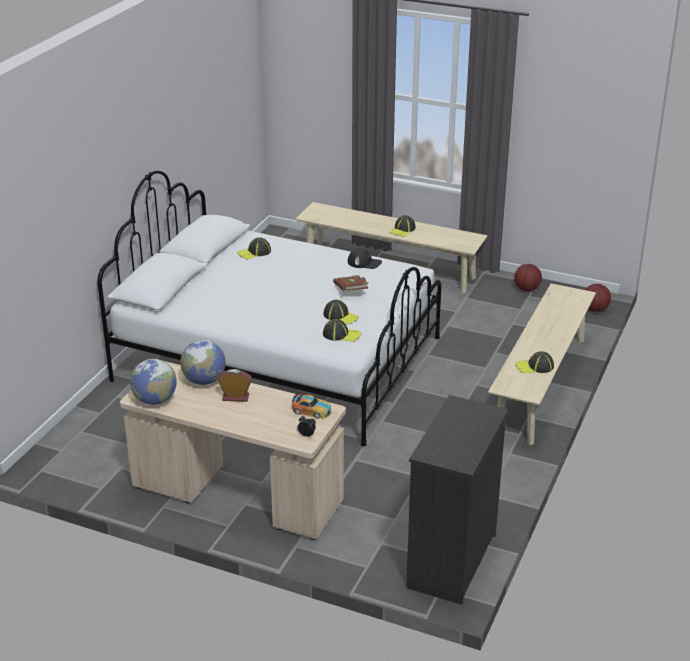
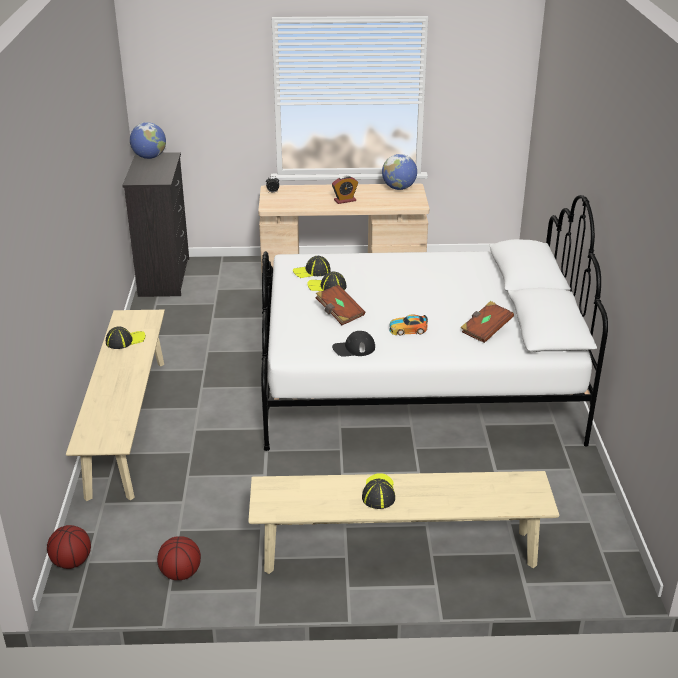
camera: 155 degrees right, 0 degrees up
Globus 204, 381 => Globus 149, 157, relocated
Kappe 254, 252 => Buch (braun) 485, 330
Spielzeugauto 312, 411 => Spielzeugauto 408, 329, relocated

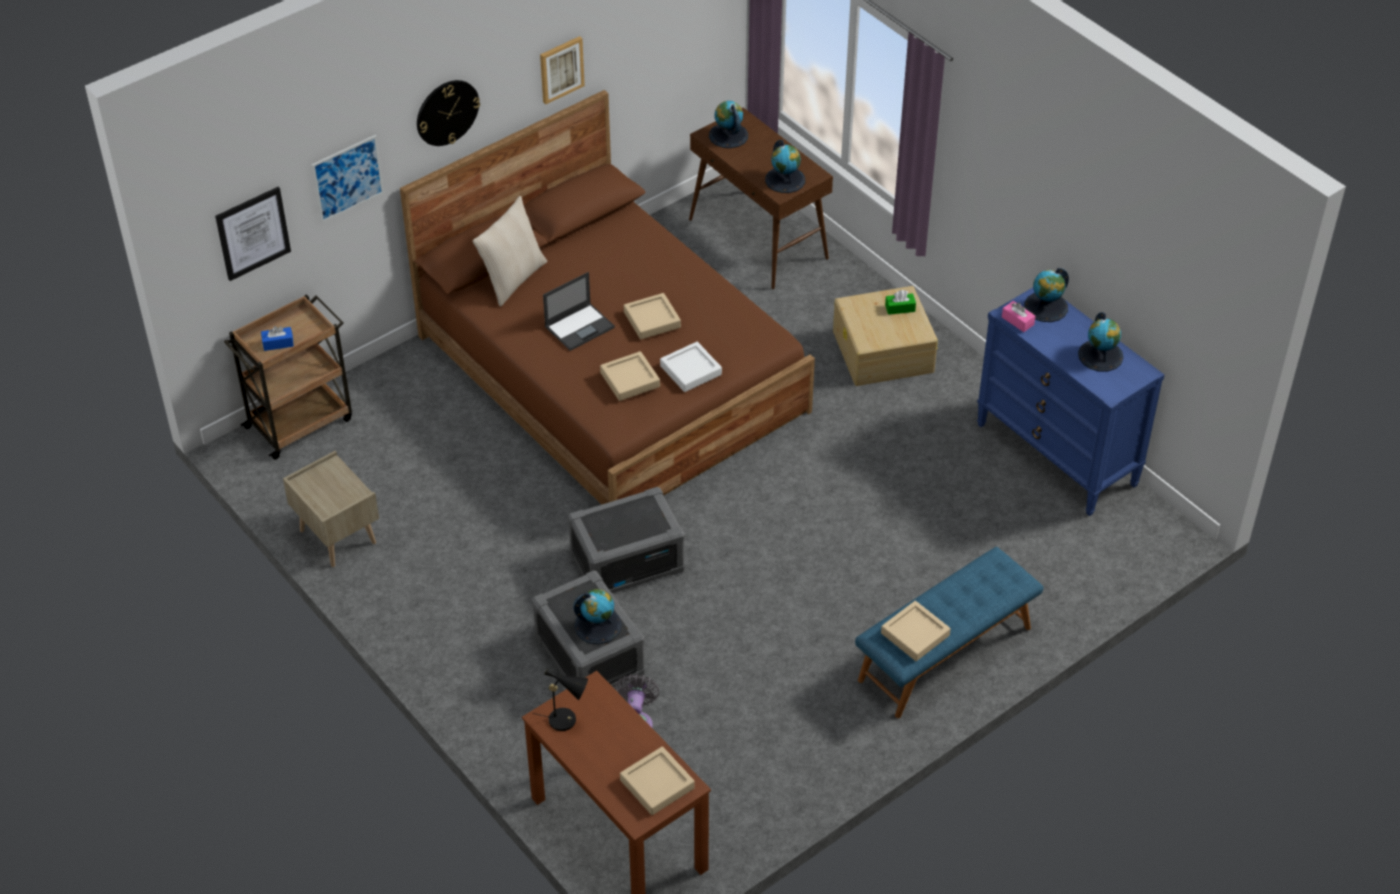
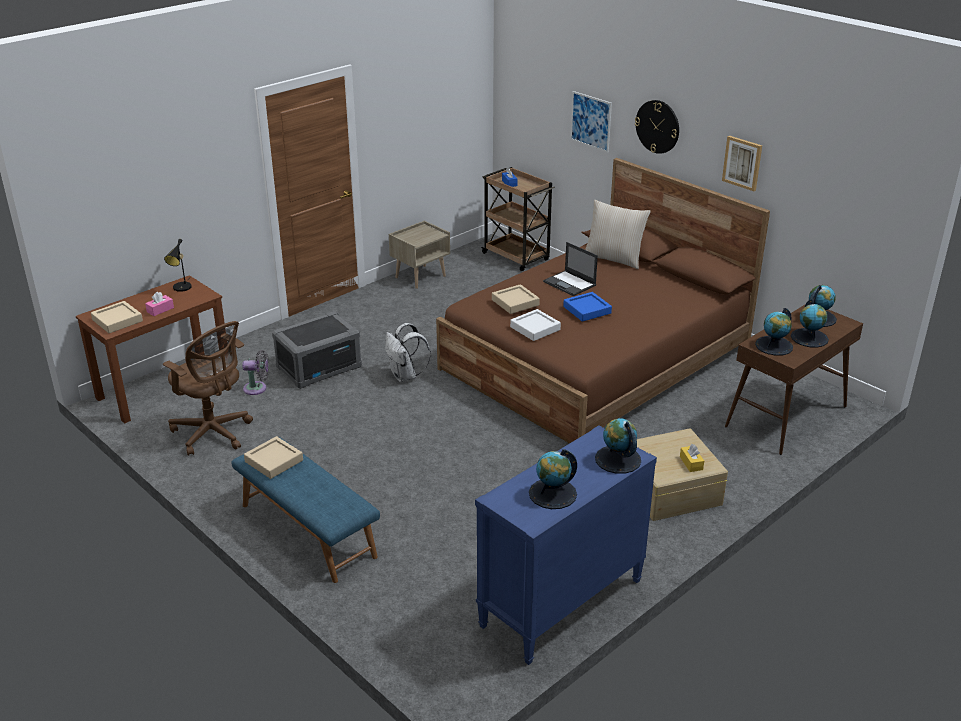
camera: 85 degrees right, 15 degrees down
Bild 253, 233 => nothing
Aufbewahrungsbox (grau) 627, 561 => Rucksack (weiß) 405, 376
Globus 598, 625 => Globus 809, 338, relocated
Tablett (beige) 652, 320 => Tablett (blau) 587, 310
Taschentuchbox (grün) 900, 308 => Taschentuchbox (gelb) 691, 463
Taschentuchbox (rosa) 1017, 321 => Taschentuchbox (rosa) 160, 310, relocated
nothing => Bürostuhl (braun) 213, 434

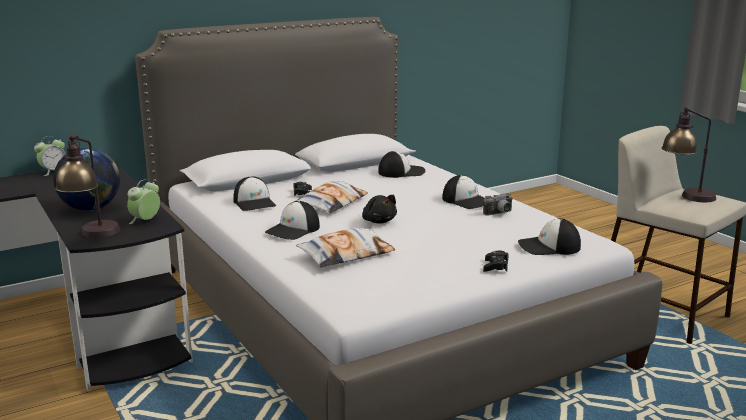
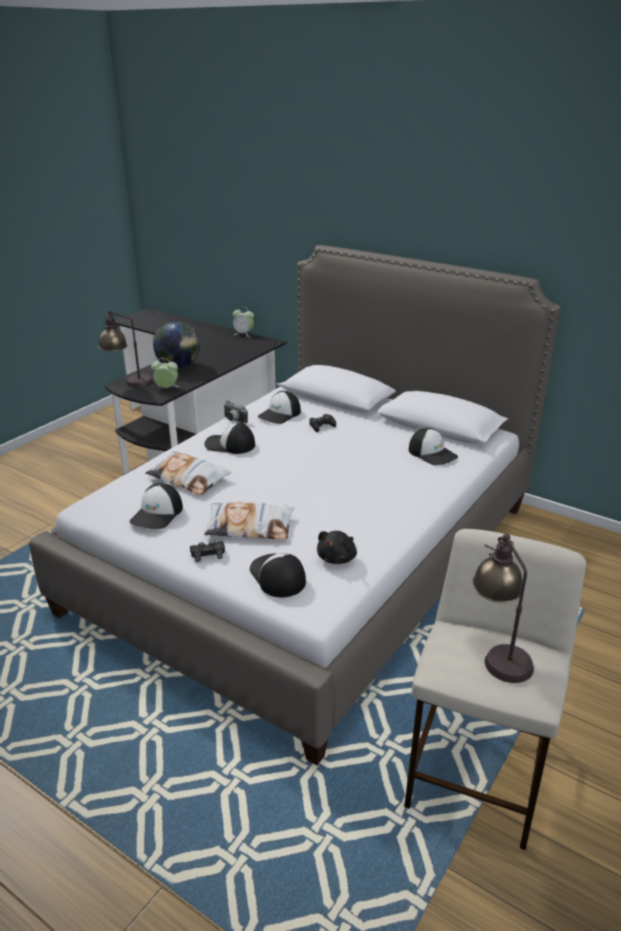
camera: 65 degrees right, 10 degrees up
Kissen 332, 203 => Kissen 250, 527, relocated
Plüschtier (schwarz) 378, 221 => Plüschtier (schwarz) 338, 558, relocated
Kappe 467, 201 => Kappe 157, 514, relocated
Kamera 499, 214 => Kamera 233, 420, relocated

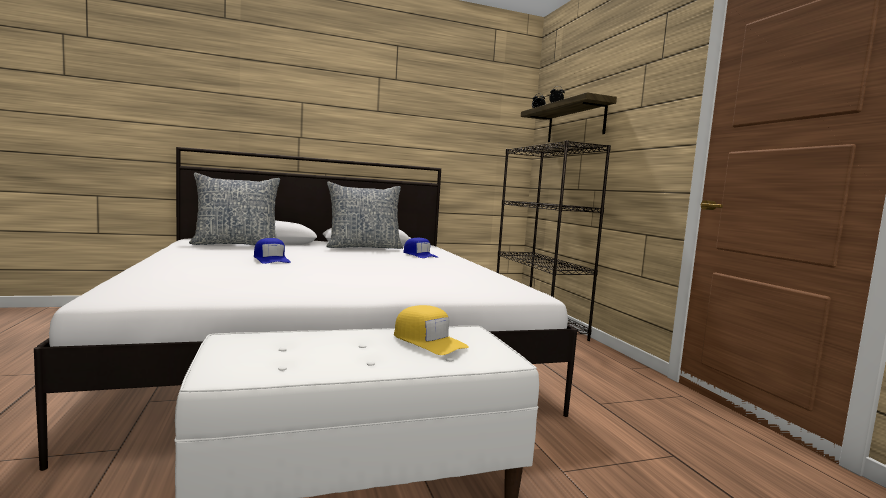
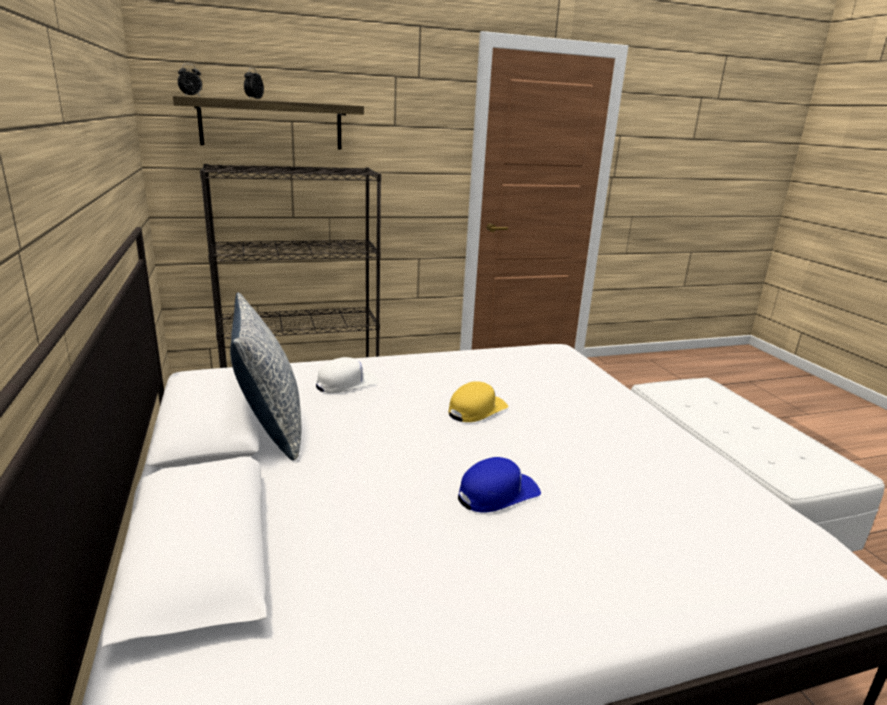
camera: 90 degrees left, 15 degrees up
Kissen 236, 244 => nothing
Kappe (gelb) 428, 341 => Kappe (gelb) 477, 409, relocated
Kappe (blau) 419, 255 => Kappe (weiß) 347, 383

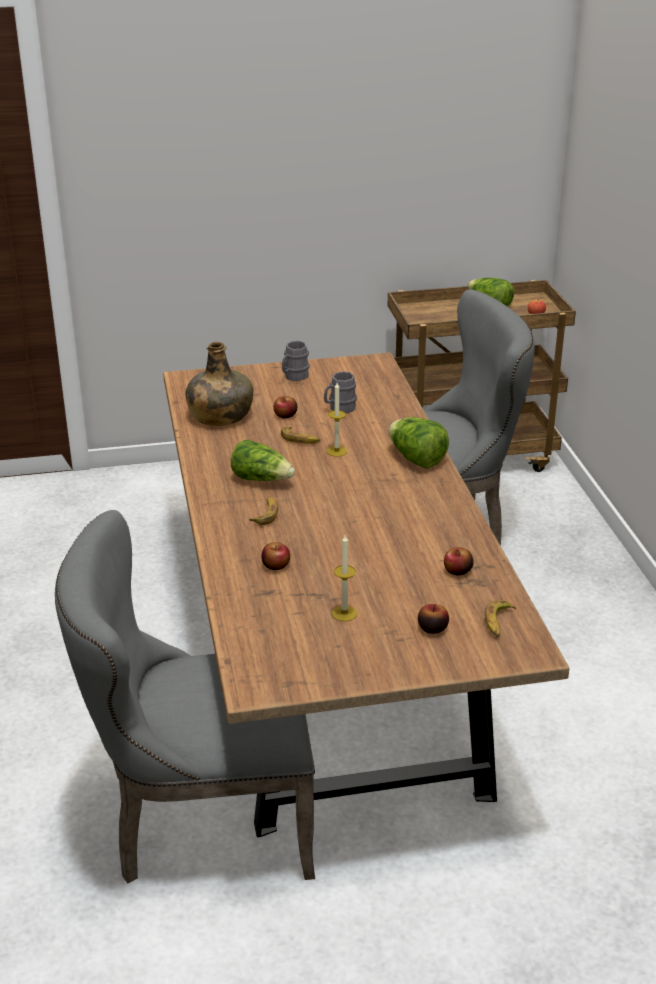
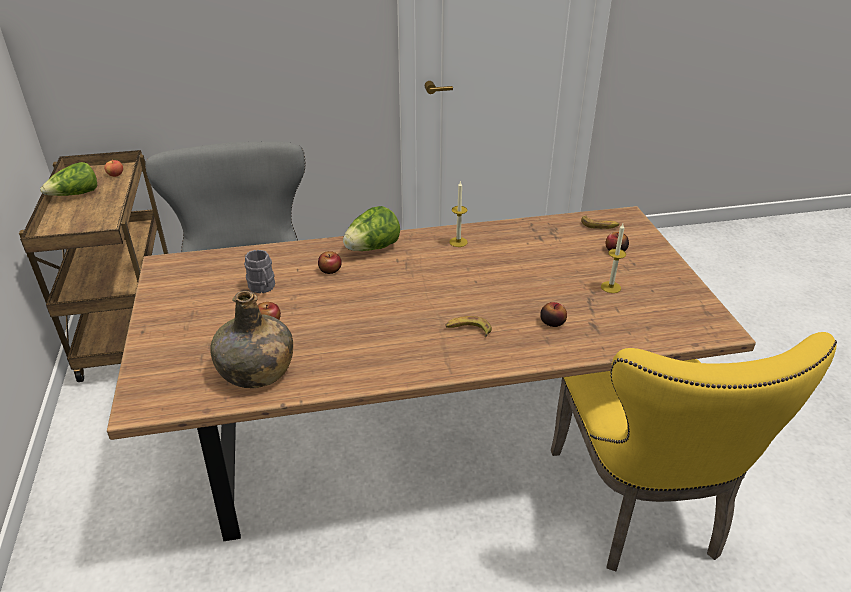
camera: 90 degrees left, 5 degrees up
Stuhl (grau) 200, 823 => Stuhl (gelb) 641, 510
Salatkopf 261, 479 => nothing
Banane 300, 439 => nothing
Henkelbecher (grau) 294, 376 => nothing
Kerze 336, 451 => Kerze 458, 242, relocated
Apfel 458, 571 => Apfel 330, 270, relocated

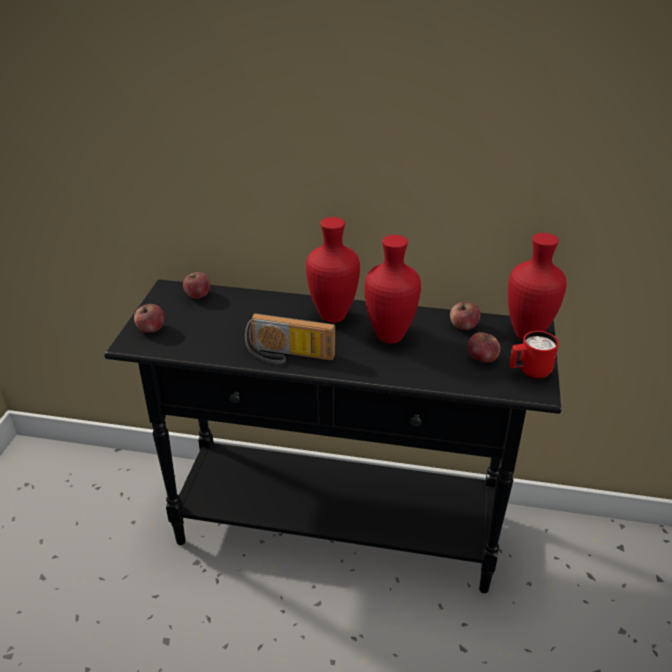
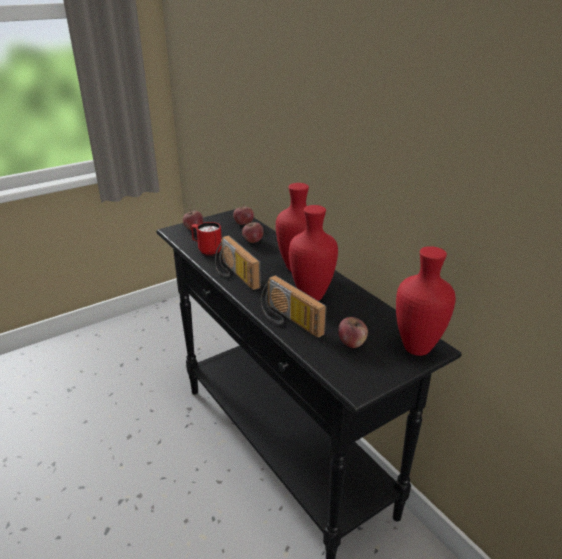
camera: 45 degrees right, 5 degrees down
Apfel 463, 326 => Apfel 253, 241, relocated
Henkelbecher (rot) 529, 372 => Henkelbecher (rot) 207, 250, relocated
nothing => Radio 288, 321

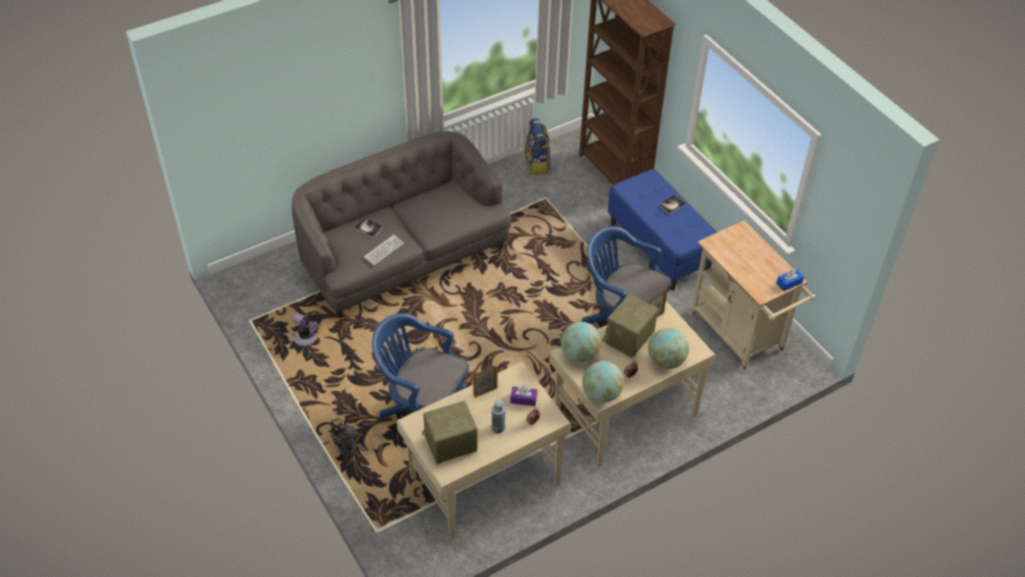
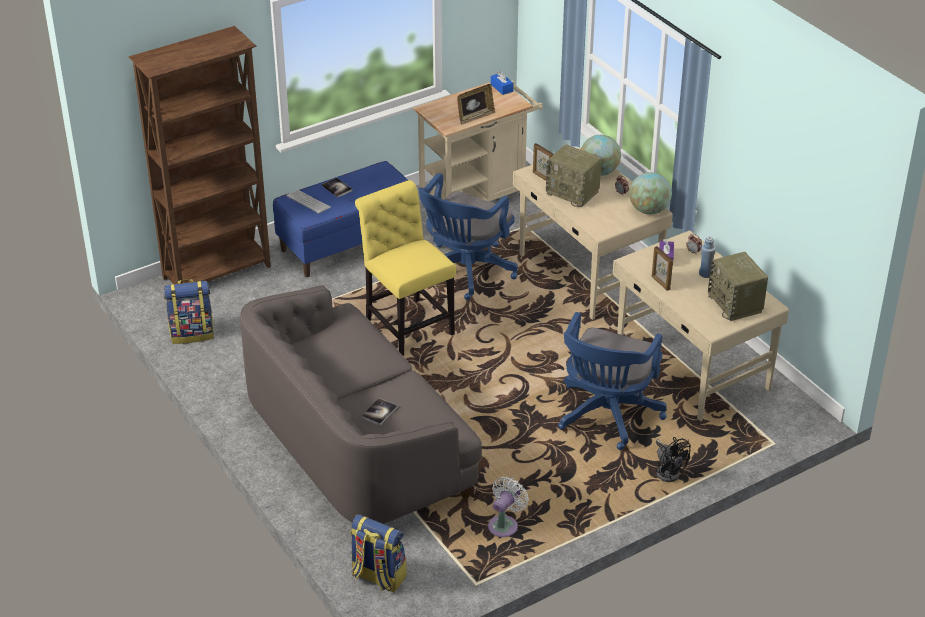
camera: 90 degrees left, 10 degrees down
Ventilator (schwarz) 307, 339 => Ventilator (weiß) 504, 524
Tastatur 383, 250 => Tastatur 308, 202, relocated
Globus 579, 354 => nothing
nothing => Rucksack 378, 577
nothing => Stuhl (gelb) 407, 325
nothing => Bilderrahmen 475, 117

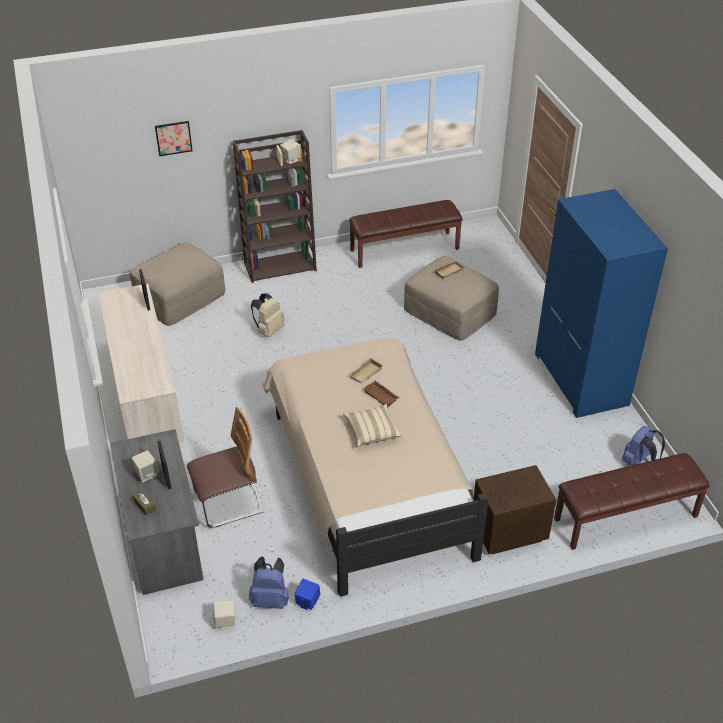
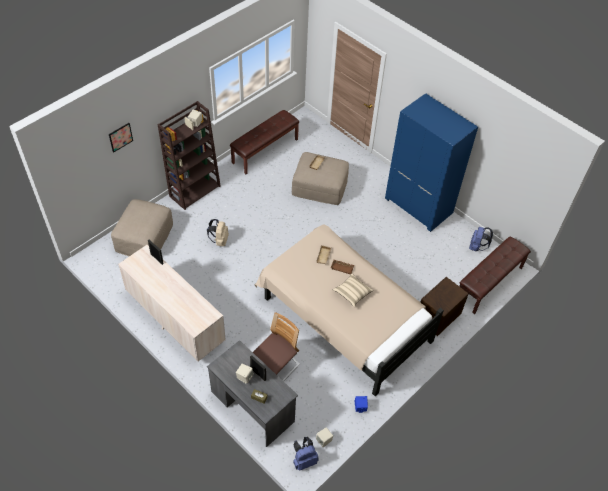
camera: 30 degrees left, 10 degrees up
Rucksack (blau) 270, 599 => Rucksack (blau) 304, 460, relocated

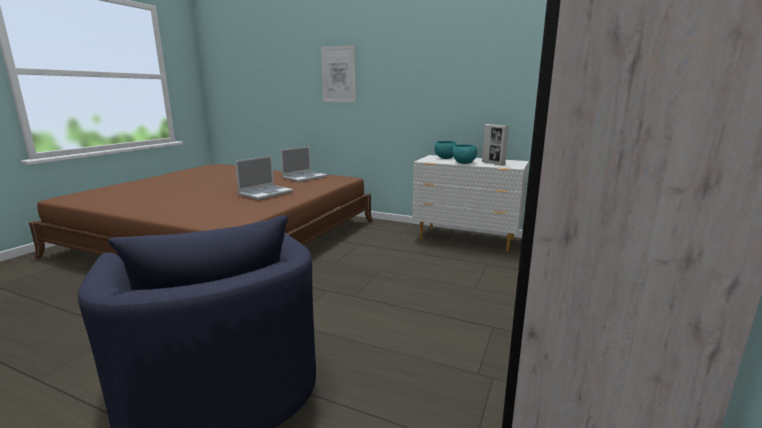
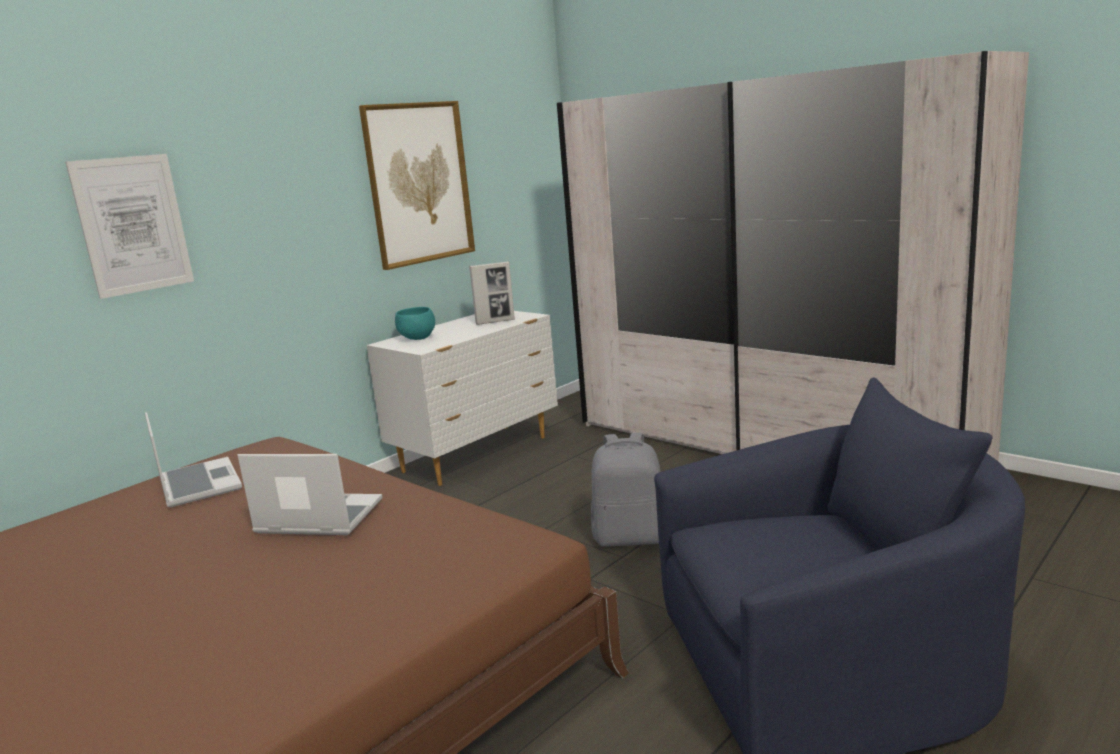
camera: 70 degrees left, 0 degrees up
Laptop 266, 193 => Laptop 317, 518, 45 degrees counterclockwise
Schüssel (türkis) 463, 163 => nothing
nothing => Bild 419, 183
nothing => Rucksack (grau) 631, 537

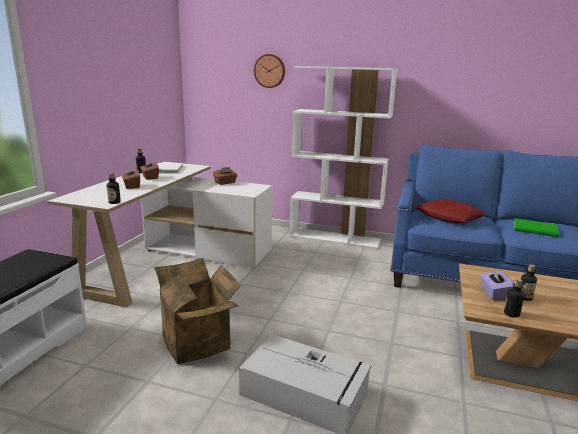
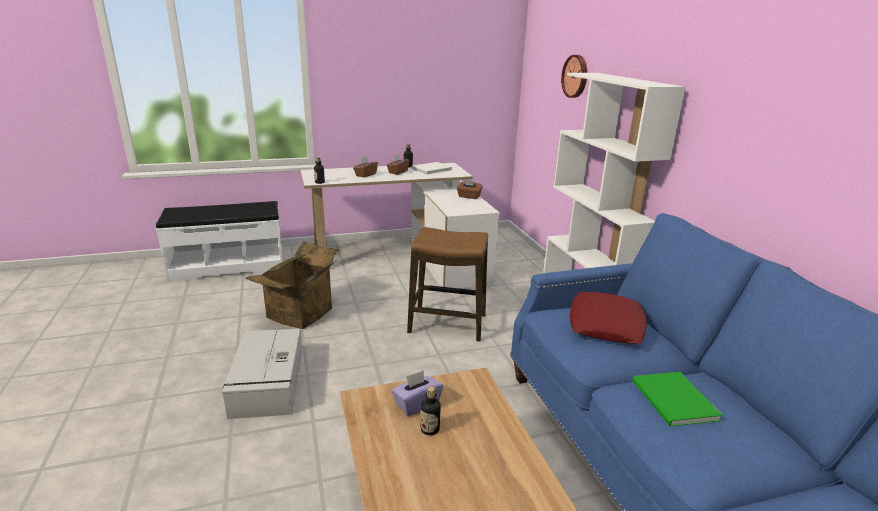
camera: 55 degrees right, 5 degrees up
Flasche 511, 314 => nothing
nothing => Hocker 447, 324

